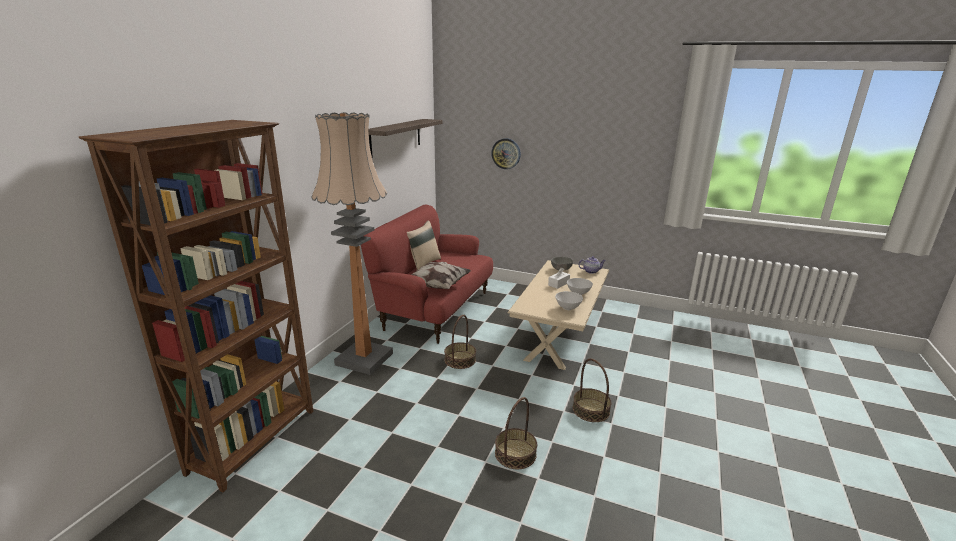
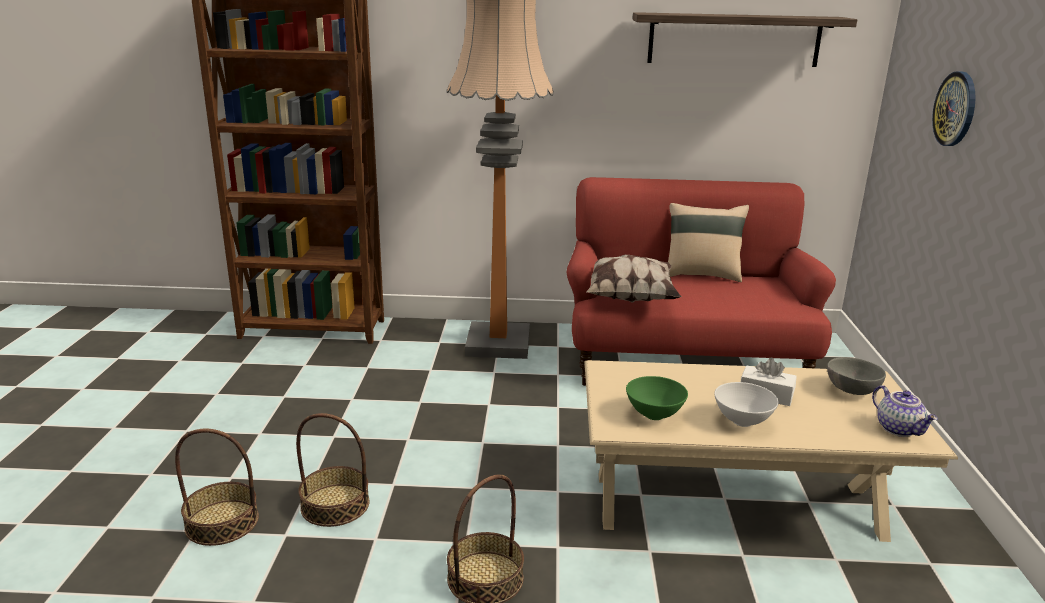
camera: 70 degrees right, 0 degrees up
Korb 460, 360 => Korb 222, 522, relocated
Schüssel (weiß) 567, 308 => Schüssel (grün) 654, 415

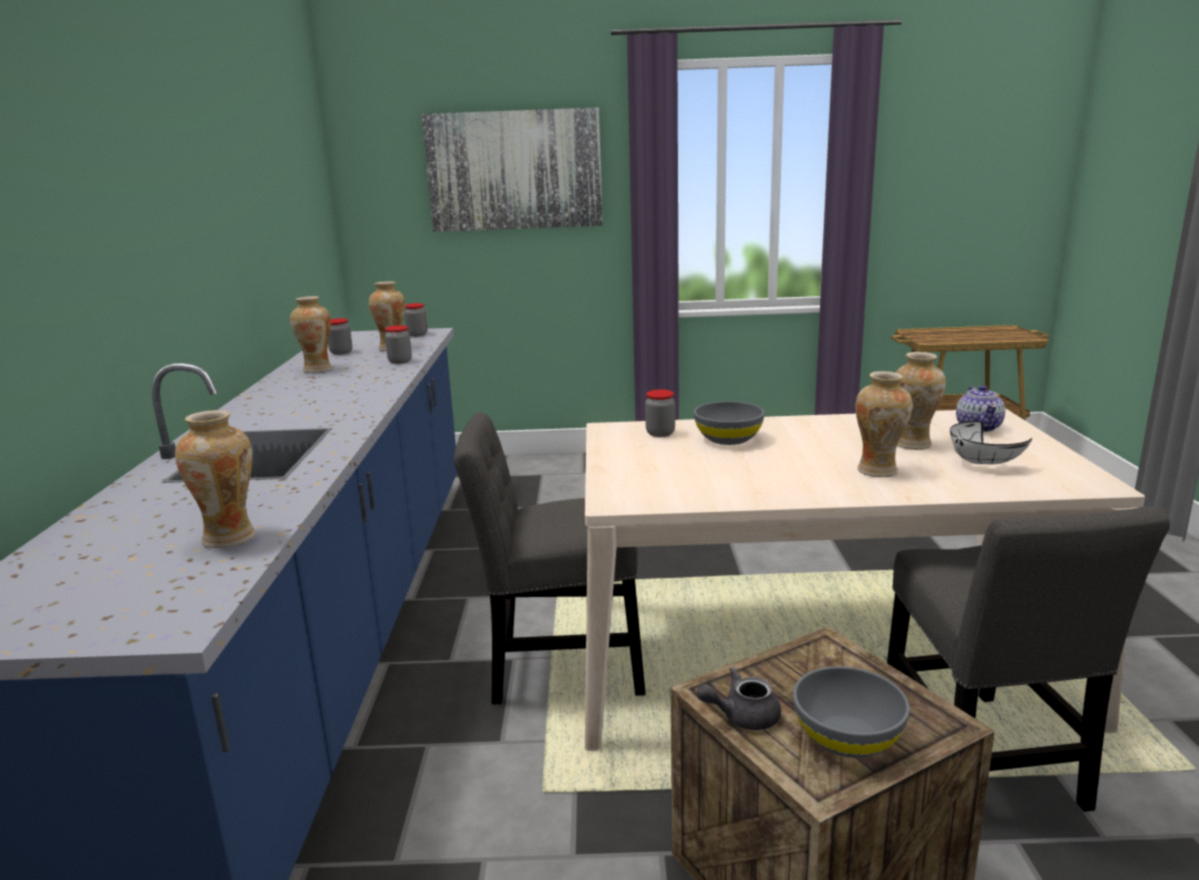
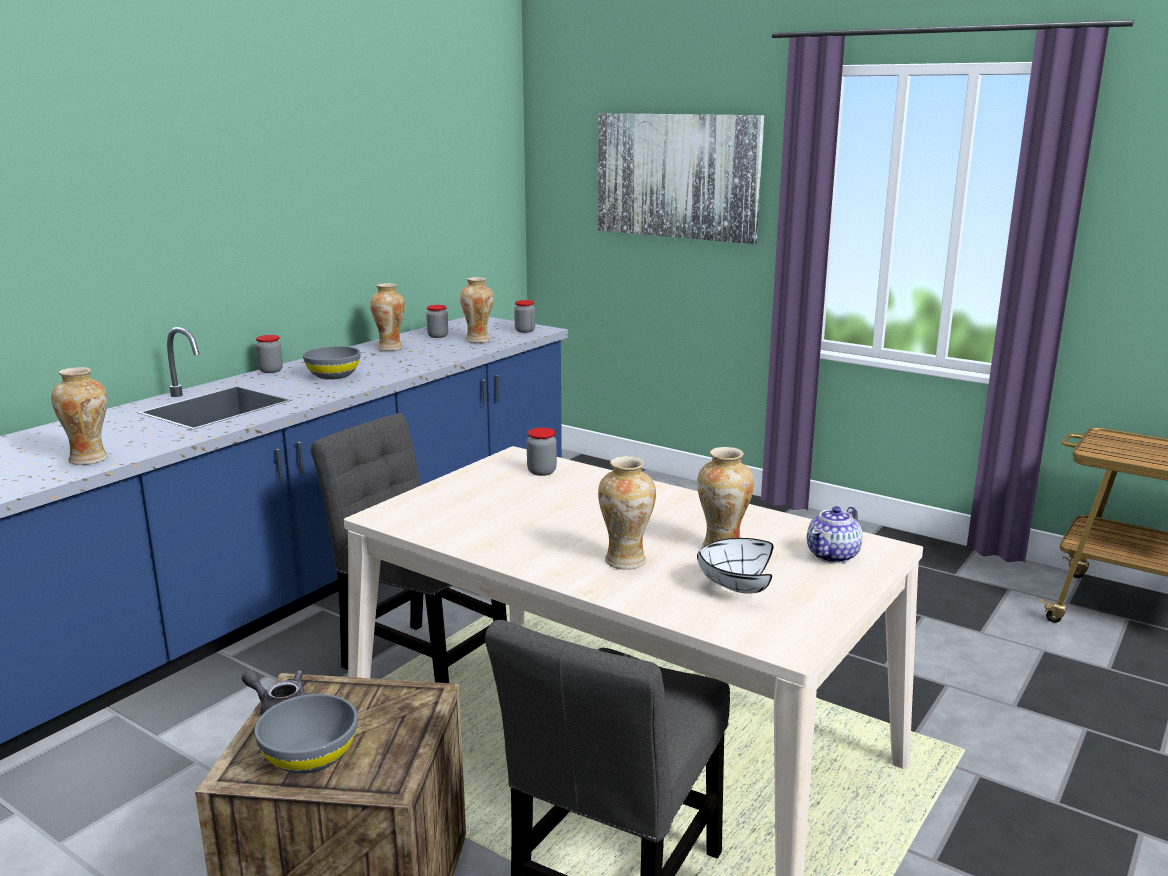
camera: 35 degrees right, 0 degrees up
Vorratsglas 400, 361 => Vorratsglas 271, 370, relocated
Schüssel (grau) 728, 439 => Schüssel (grau) 333, 375, relocated

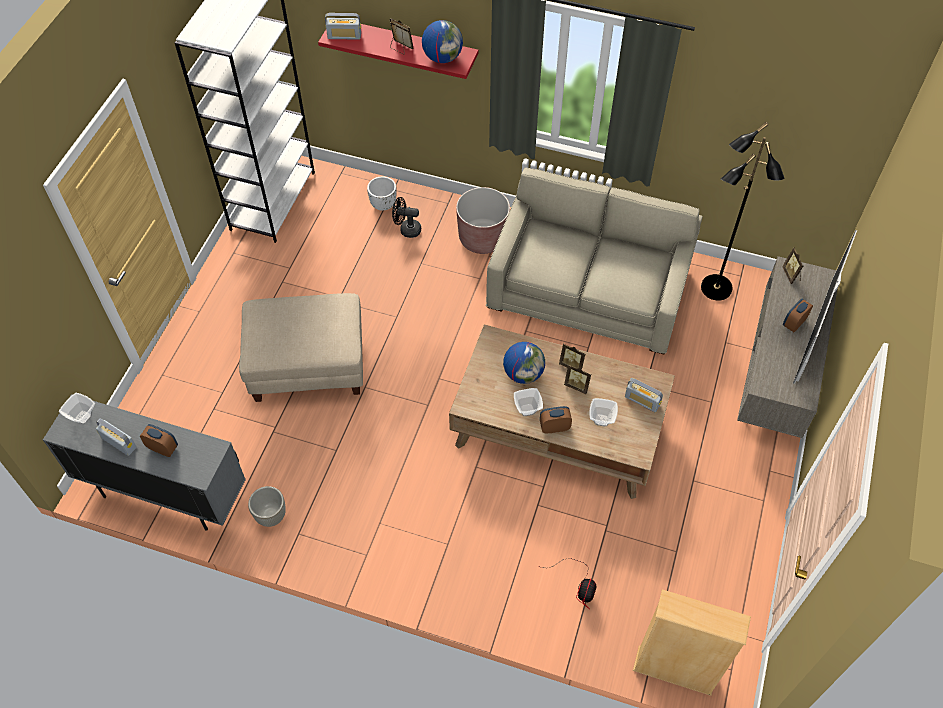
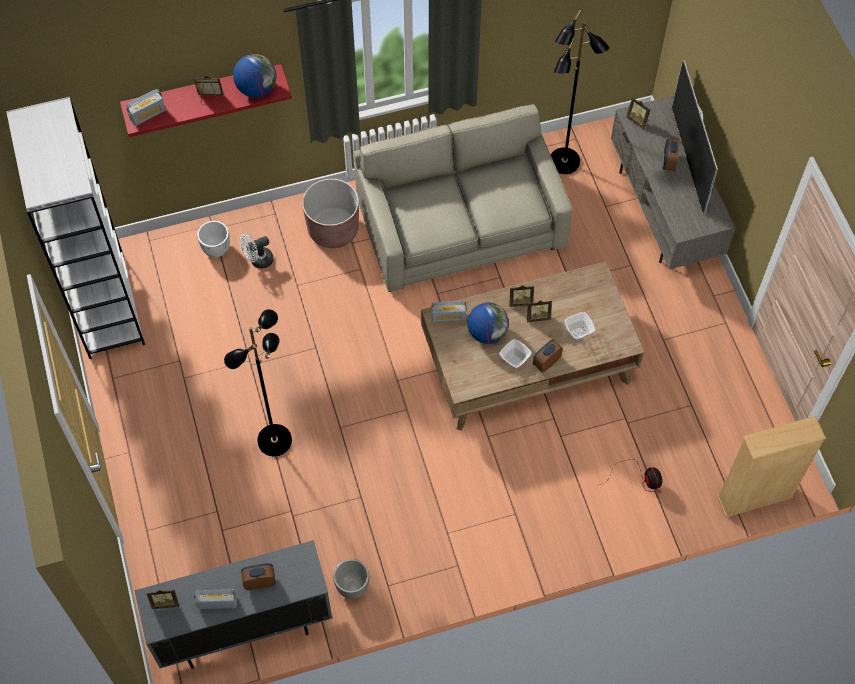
camera: 35 degrees left, 5 degrees up
Schüssel 84, 417 => Bilderrahmen 165, 602
Polsterhocker (beige) 308, 366 => Stehlampe (schwarz) 274, 439
Ventilator (schwarz) 407, 229 => Ventilator (weiß) 258, 261
Radio 642, 401 => Radio 448, 316, relocated

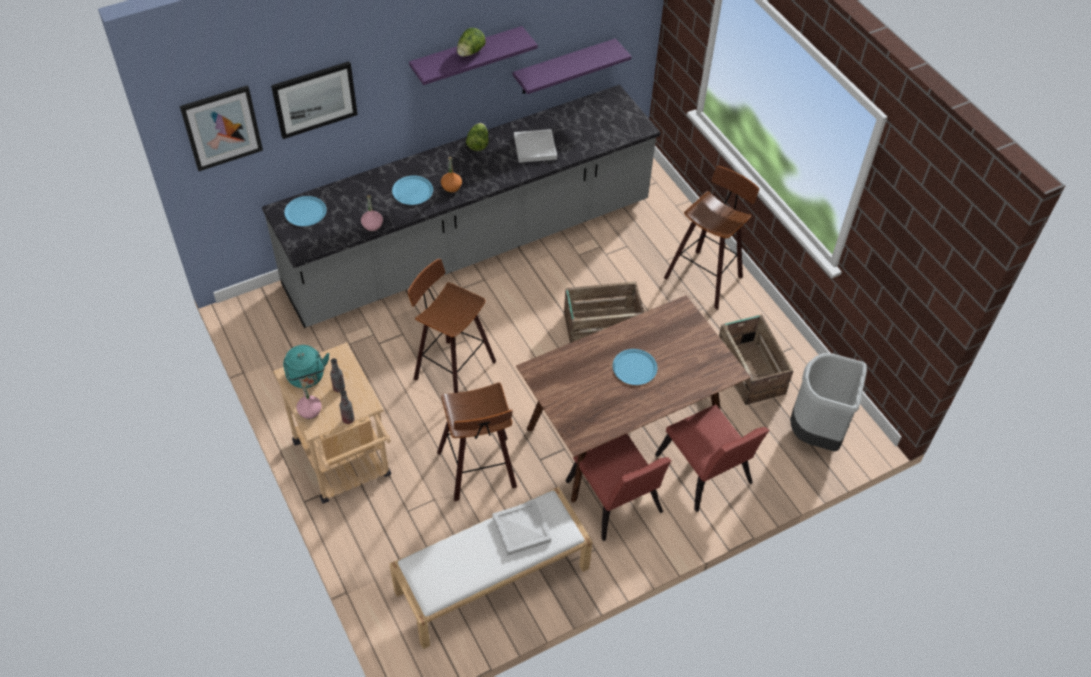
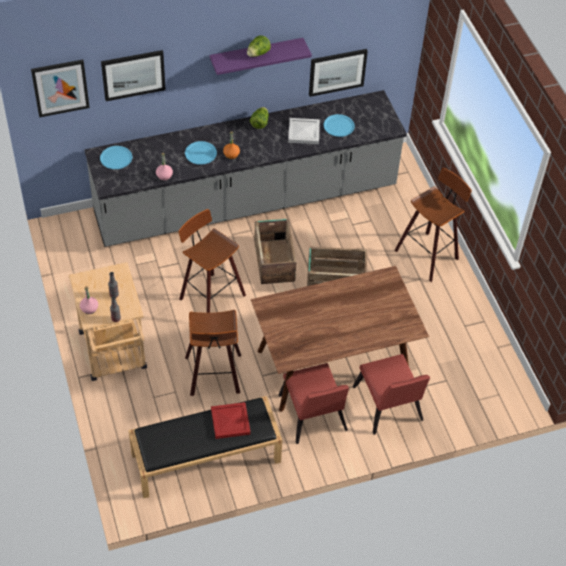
camera: 10 degrees right, 0 degrees up
Wasserkessel (türkis) 307, 378 => nothing
Bank (weiß) 491, 580 => Bank (schwarz) 205, 458
Tablett (weiß) 522, 528 => Tablett (rot) 231, 421
Wandregal (lila) 564, 67 => Bild 337, 71
Teller (blau) 634, 367 => Teller (blau) 339, 126, relocated
Kiste 750, 370 => Kiste 274, 260, relocated
Mülleimer (grau) 815, 433 => nothing

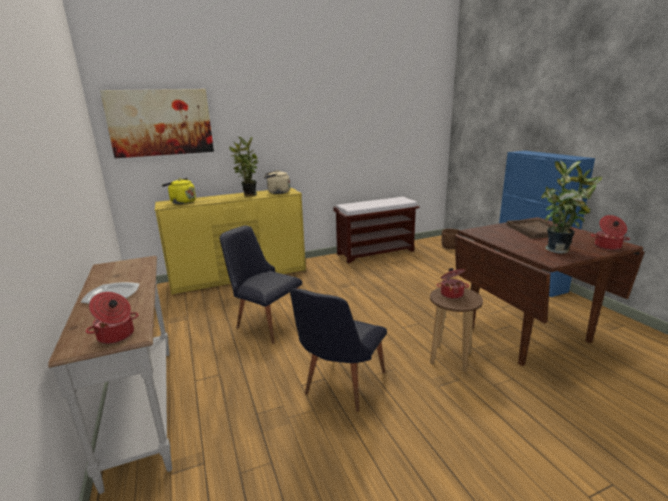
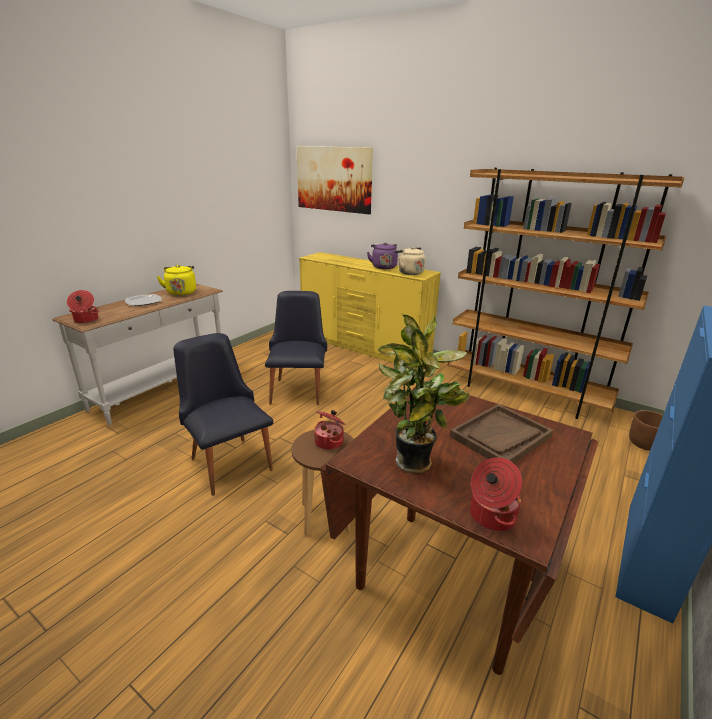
camera: 55 degrees right, 5 degrees up
Wasserkessel (gelb) 181, 202 => Wasserkessel (gelb) 181, 292, relocated
Topfpflanze 248, 195 => Wasserkessel (lila) 383, 267
Stuhl (schwarz) 340, 387 => Stuhl (schwarz) 228, 459, 60 degrees clockwise
Bank (braun) 376, 252 => Bücherregal (braun) 525, 393

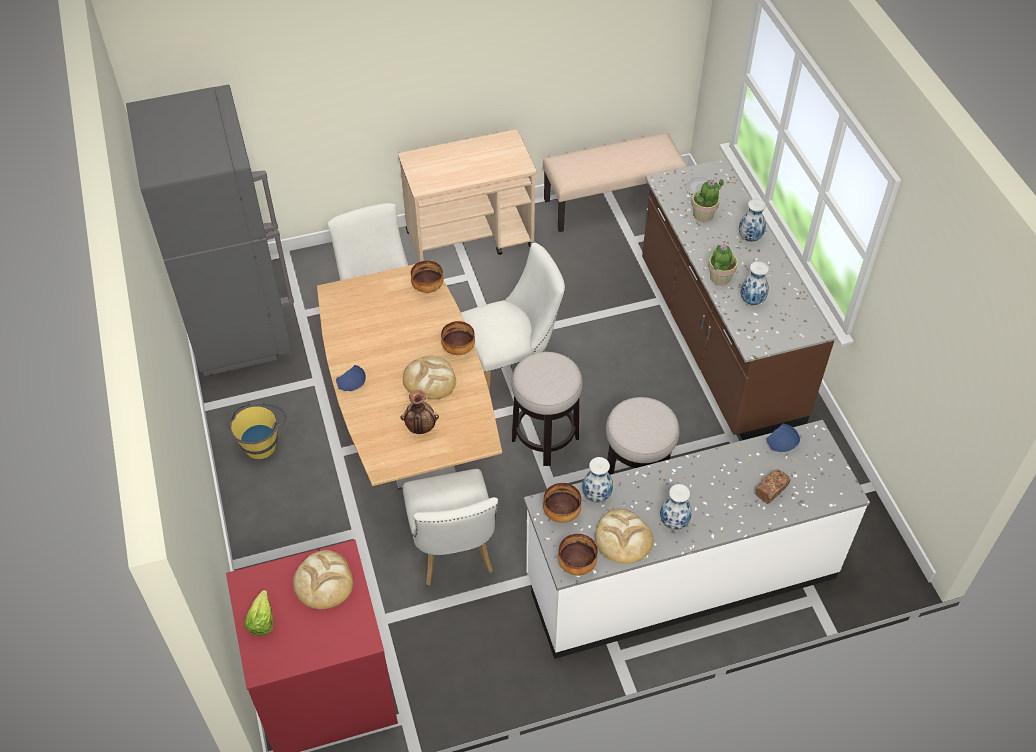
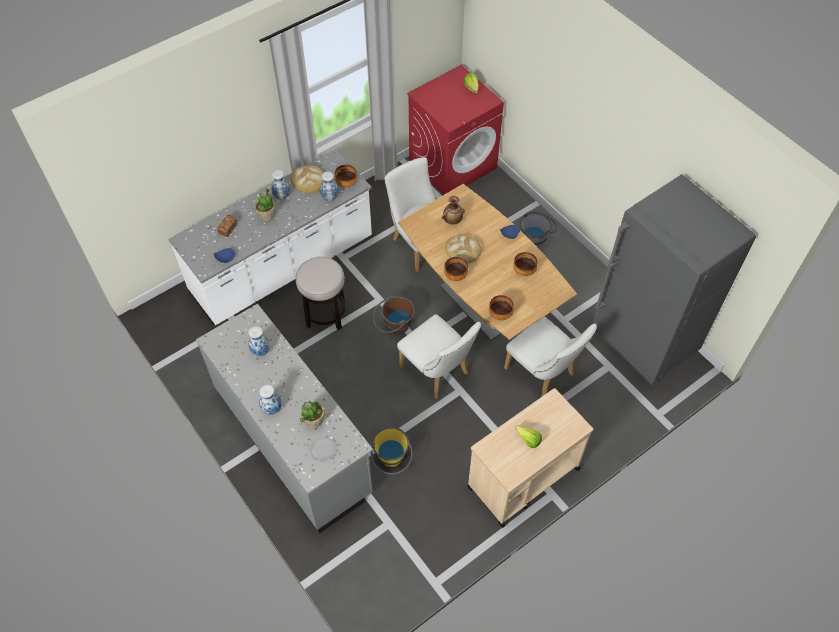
camera: 160 degrees right, 5 degrees up
Eimer (gelb) 262, 441 => Eimer (gelb) 392, 461, relocated
Brot 323, 582 => nothing
Stuhl (weiß) 512, 365 => Stuhl (weiß) 438, 373, 90 degrees counterclockwise
Hocker 545, 438 => Eimer (braun) 394, 327
Bank (beige) 612, 202 => nothing
Schüssel 577, 564 => Schüssel 523, 271, relocated
Küchenzeile (braun) 717, 342 => Küchenzeile (grau) 294, 441
Topfpflanze 719, 277 => Topfpflanze 267, 215, relocated
nothing => Salatkopf 526, 438
nothing => Eimer (grau) 536, 238

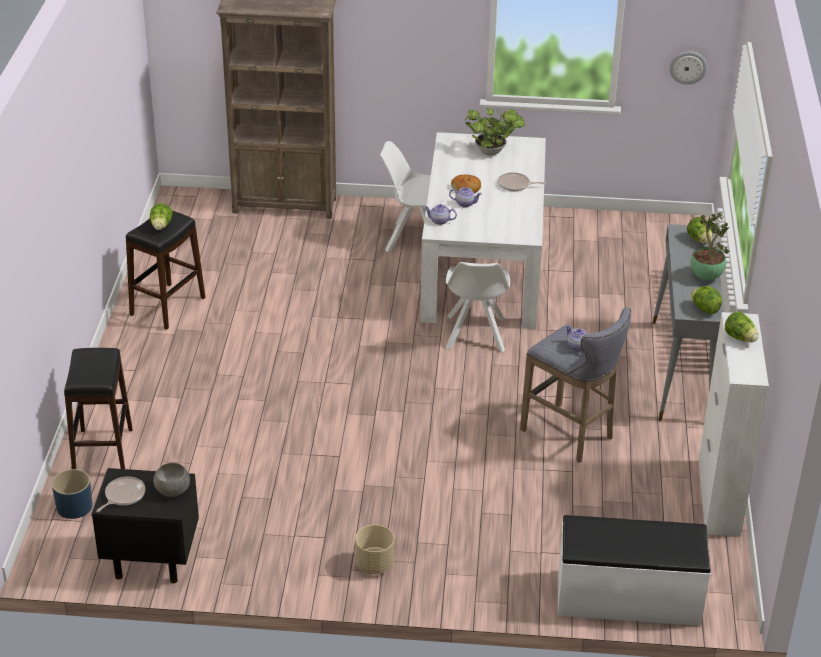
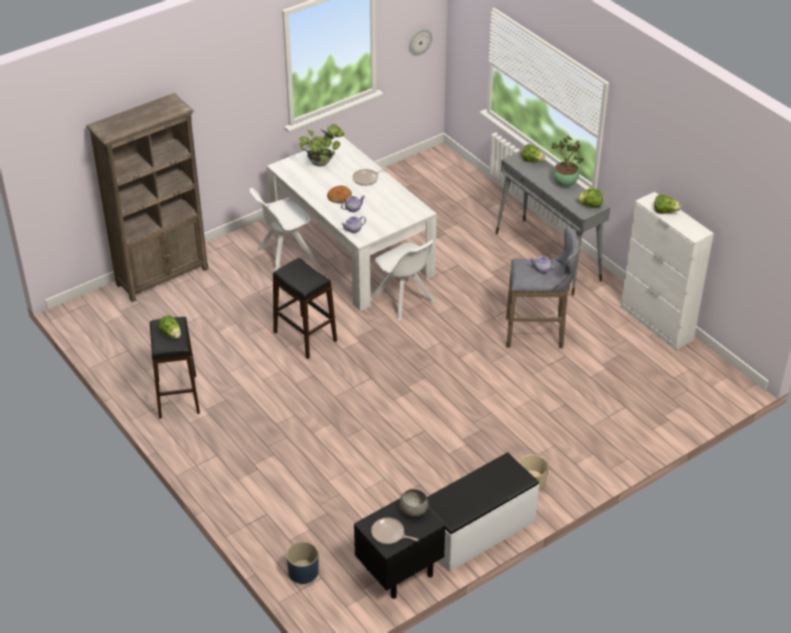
camera: 40 degrees left, 5 degrees up
Hocker (schwarz) 103, 452 => Hocker (schwarz) 304, 336, relocated
Pfanne 123, 495 => Pfanne 389, 534, 60 degrees counterclockwise
Bank (weiß) 628, 598 => Bank (weiß) 478, 531, relocated

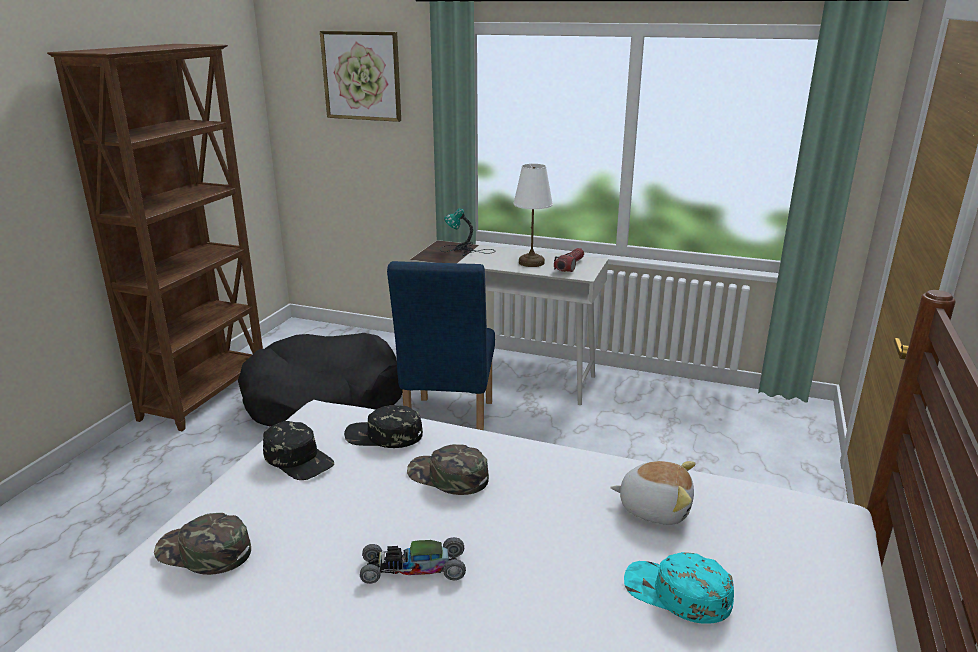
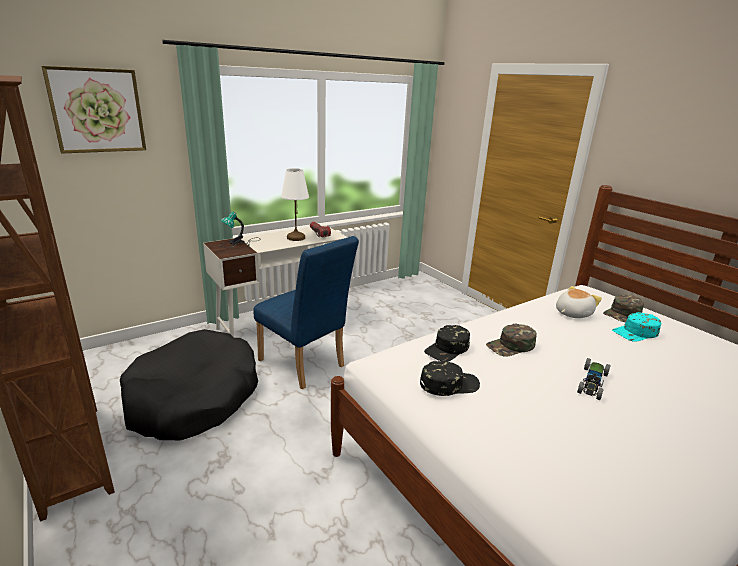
camera: 55 degrees left, 0 degrees up
Kappe (grün) 203, 552 => Kappe (grün) 622, 313, relocated

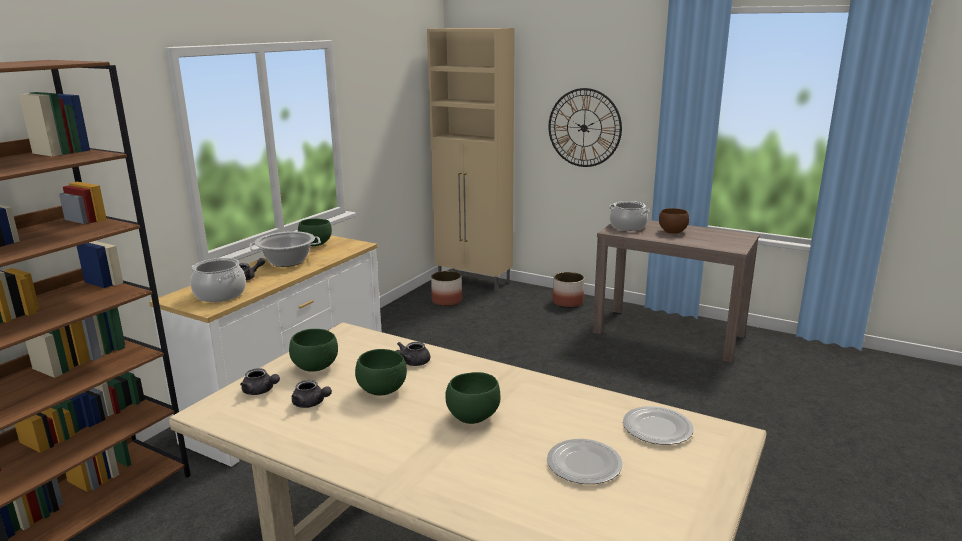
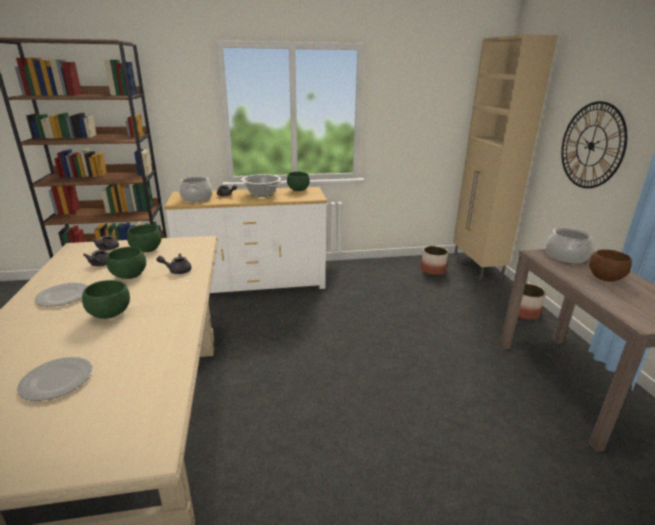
camera: 50 degrees right, 5 degrees up
Teller 658, 428 => Teller 64, 296, relocated

